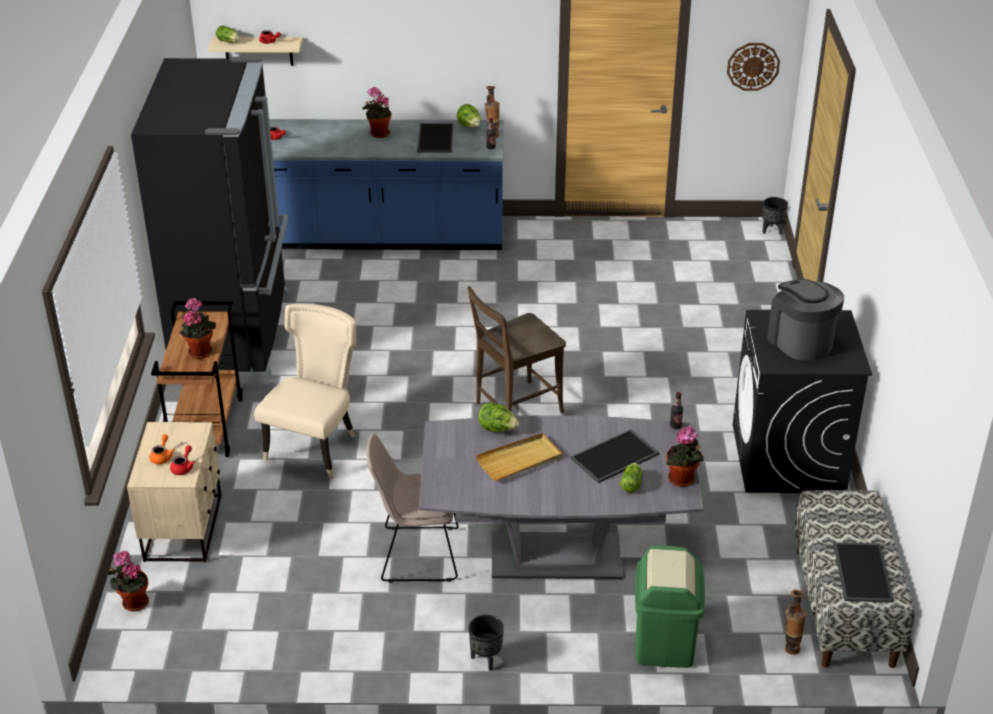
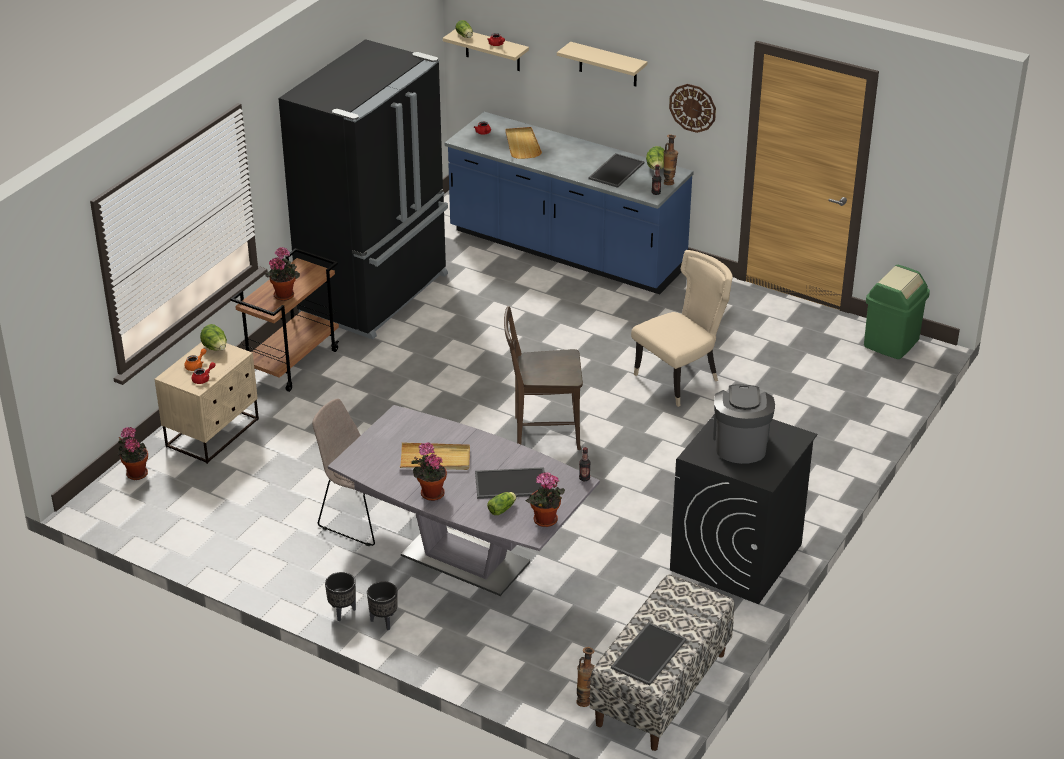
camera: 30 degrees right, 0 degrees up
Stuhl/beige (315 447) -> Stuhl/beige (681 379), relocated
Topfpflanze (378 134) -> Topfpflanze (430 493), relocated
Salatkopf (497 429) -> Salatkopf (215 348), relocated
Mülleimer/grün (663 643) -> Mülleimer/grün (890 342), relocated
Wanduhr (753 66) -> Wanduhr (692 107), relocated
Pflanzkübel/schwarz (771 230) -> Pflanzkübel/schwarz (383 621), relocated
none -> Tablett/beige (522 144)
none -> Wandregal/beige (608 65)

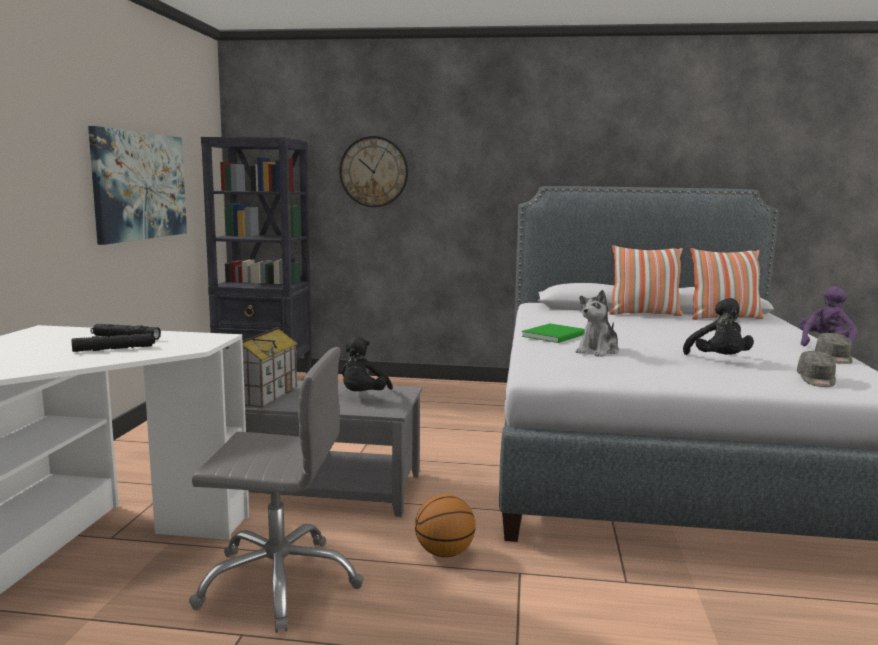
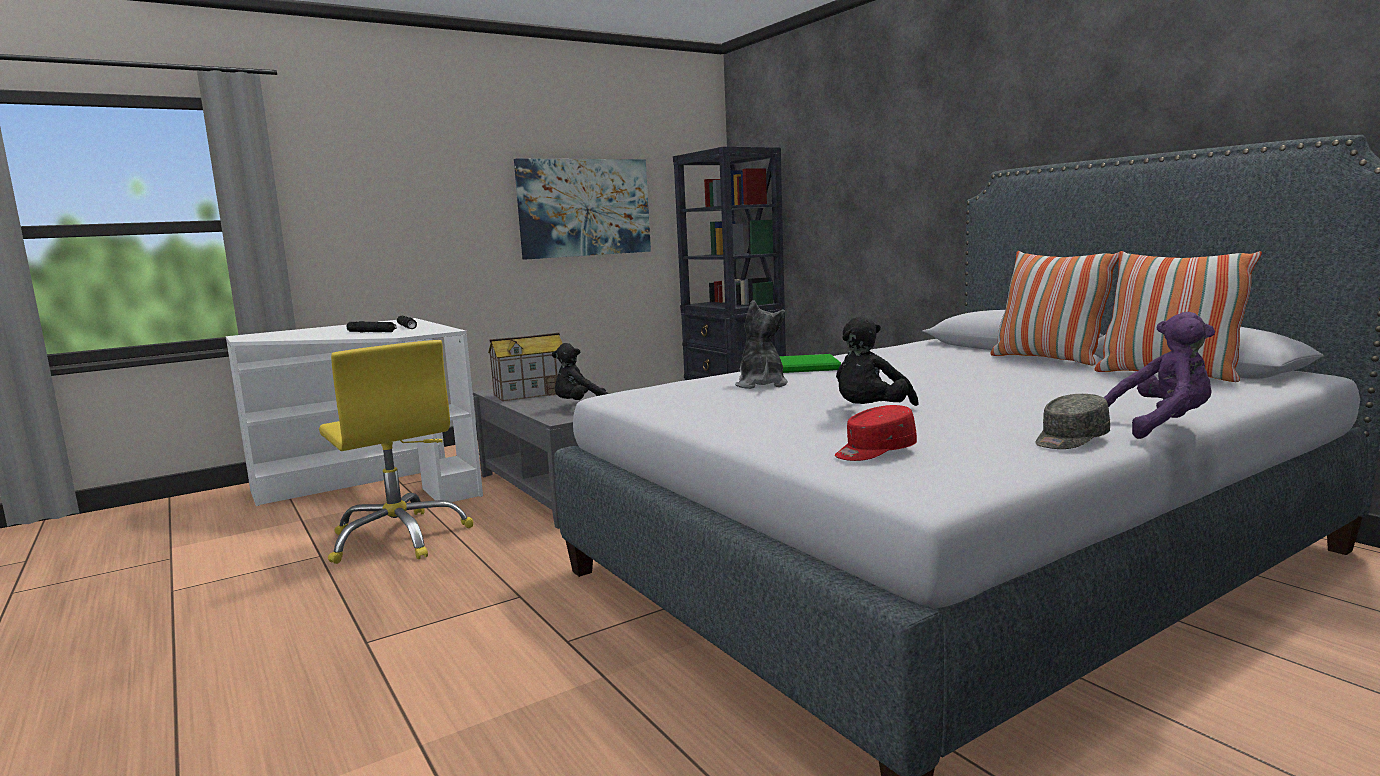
camera: 50 degrees right, 0 degrees up
Bürostuhl/grau (279 582) -> Bürostuhl/gelb (399 538)
Wanduhr (374 171) -> none
Basketball (444 553) -> none
Plüschtier (598 351) -> Plüschtier (761 384), 90 degrees clockwise
Kappe/grau (816 380) -> Kappe/rot (874 452)

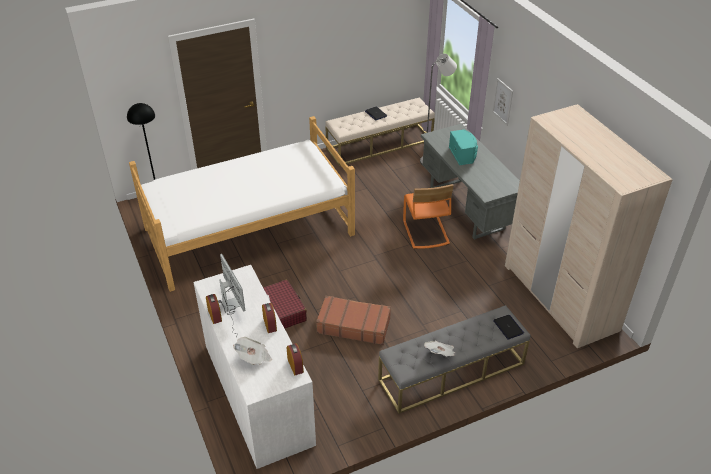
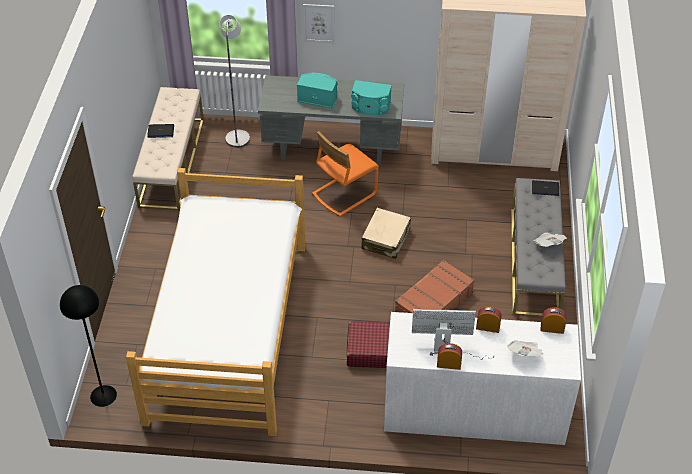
camera: 60 degrees left, 5 degrees up
Stuhl/orange (425 232) -> Stuhl/orange (344 194), 120 degrees clockwise
none -> Lautsprecher/türkis (370 107)
none -> Koffer/beige (386 239)

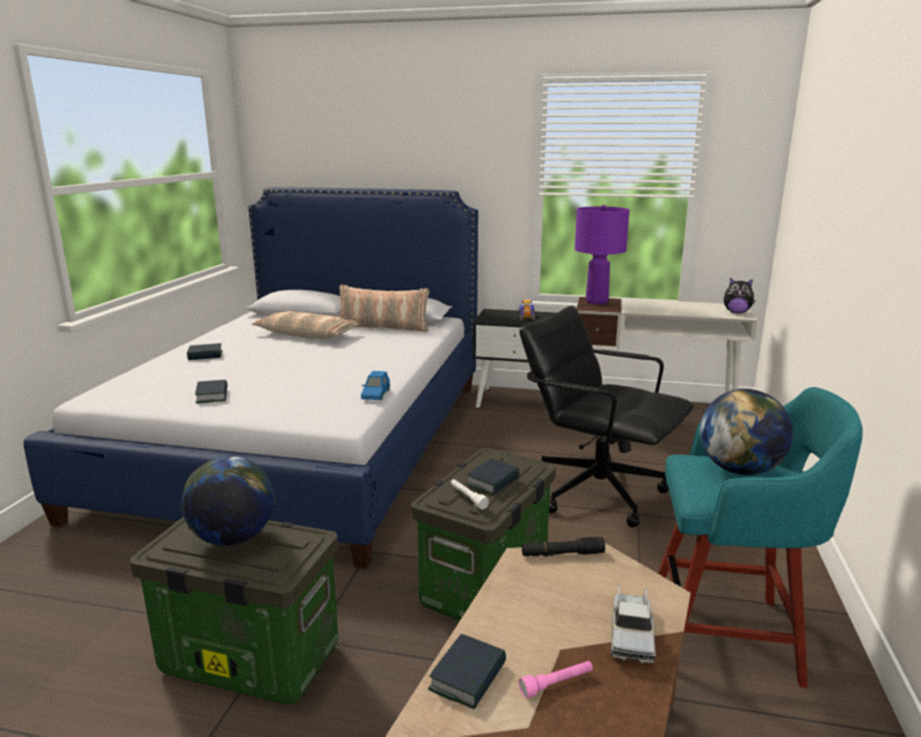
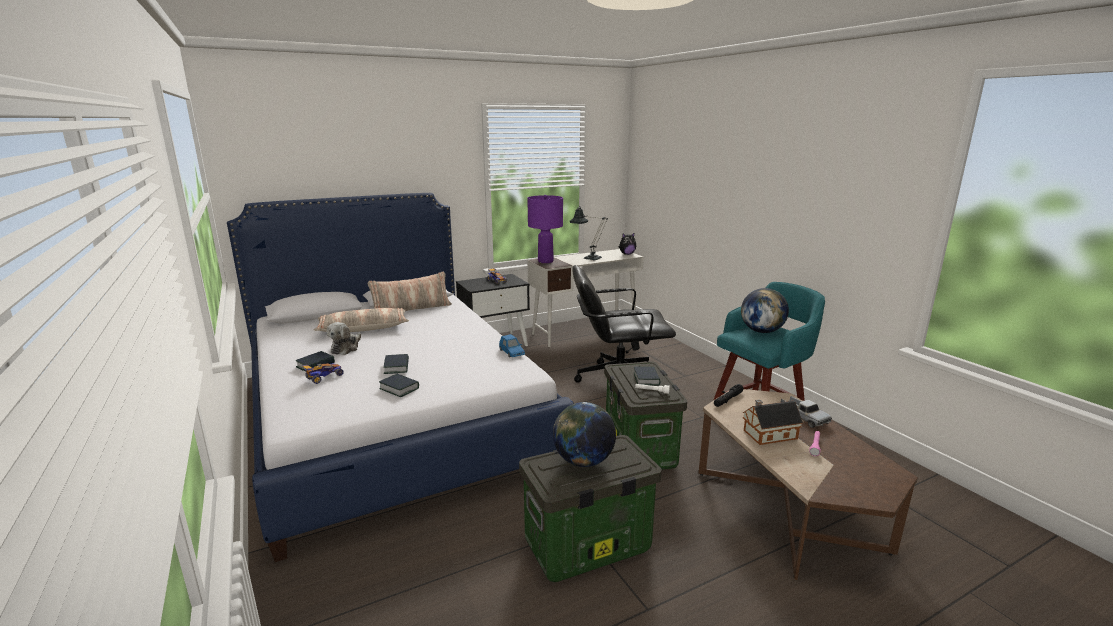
camera: 40 degrees left, 0 degrees up
Buch (468 677) -> Buch (397 367), relocated
none -> Spielzeugauto (324 377)
none -> Plüschtier (346 348)
none -> Tischlampe (589 258)
none -> Spielzeughaus (768 434)

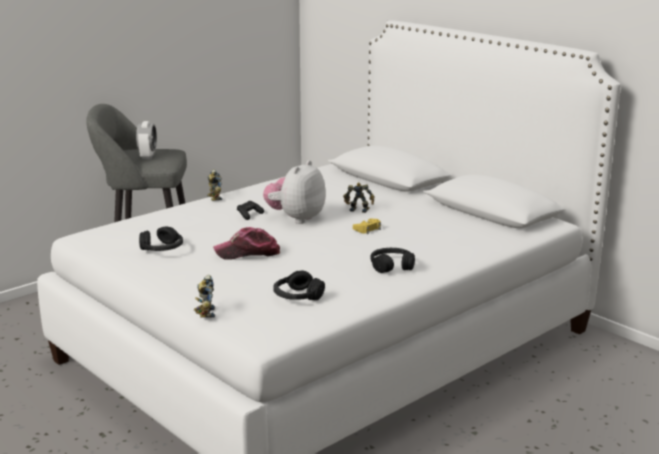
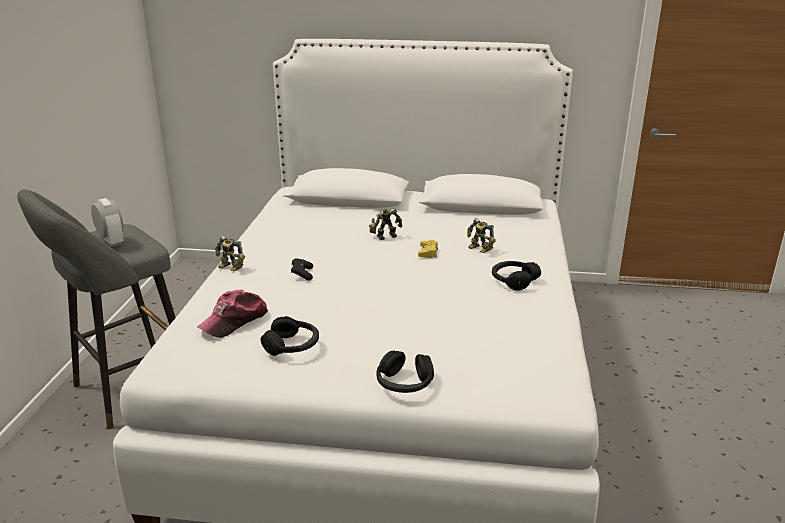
camera: 40 degrees left, 5 degrees up
Spielzeugroboter (205 313) -> Spielzeugroboter (478 249), relocated
Kappe (248 253) -> Kappe (234 321), relocated
Plüschtier (296 218) -> none
Kopfhörer/schwarz (297 296) -> Kopfhörer/schwarz (404 383), relocated

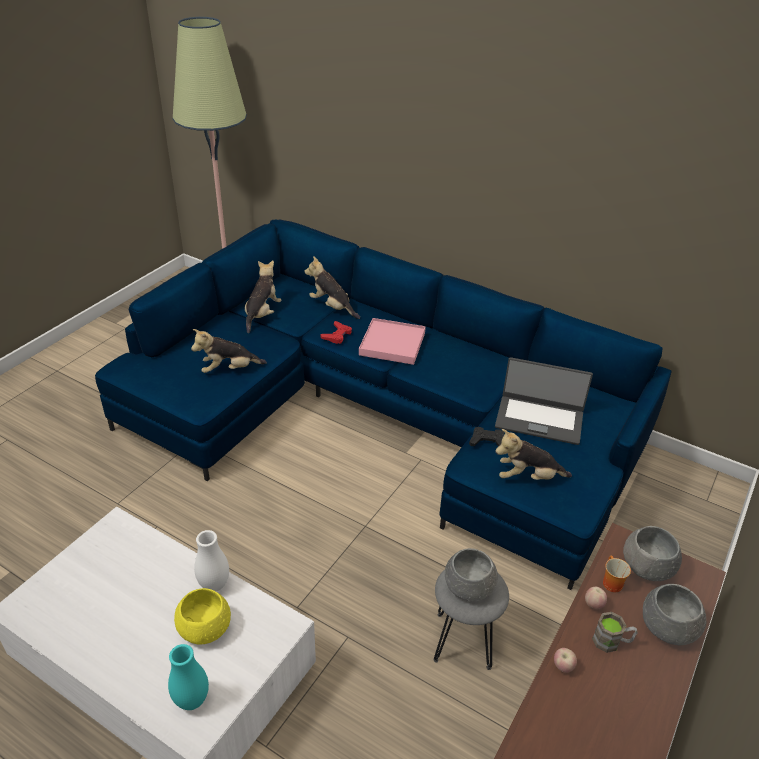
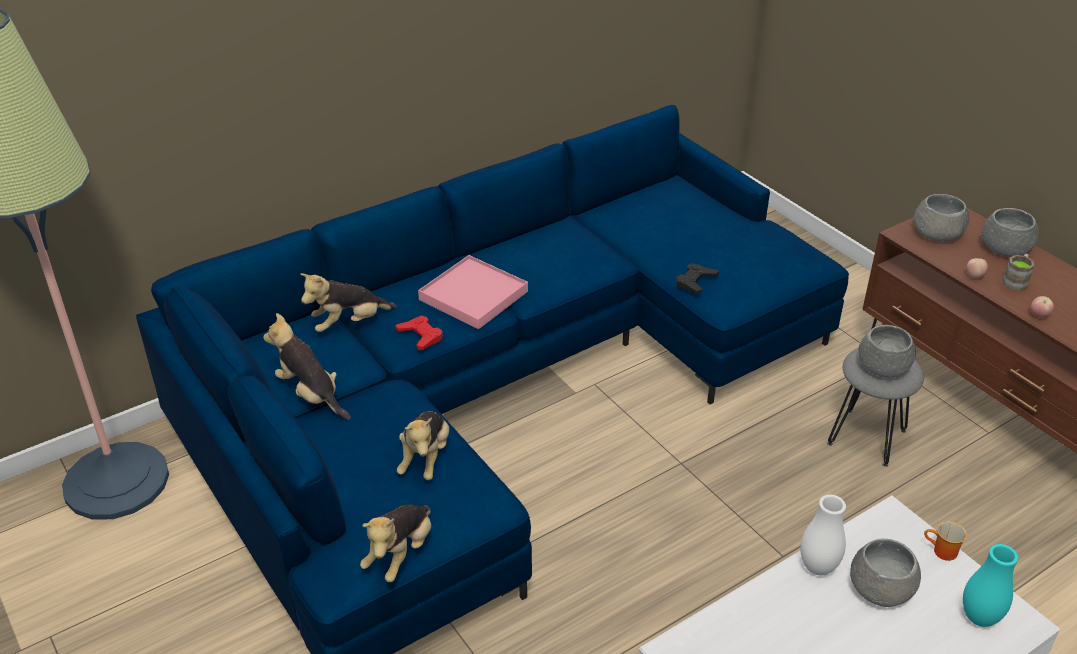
camera: 65 degrees left, 0 degrees up
Schüssel/gelb (204 627) -> Schüssel/grau (880 588)
Laptop (539 419) -> none
Plüschtier (528 477) -> Plüschtier (400 554), relocated
Henkelbecher (610 582) -> Henkelbecher (942 552), relocated

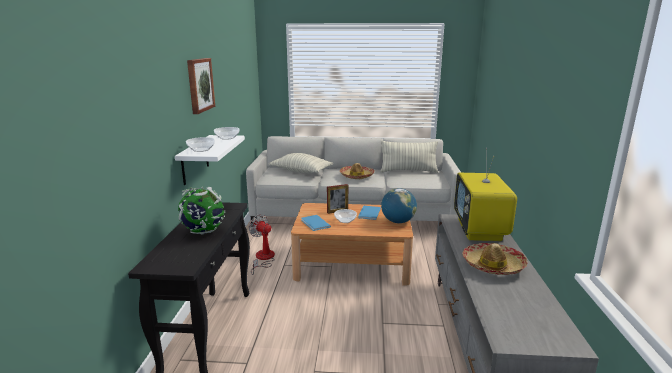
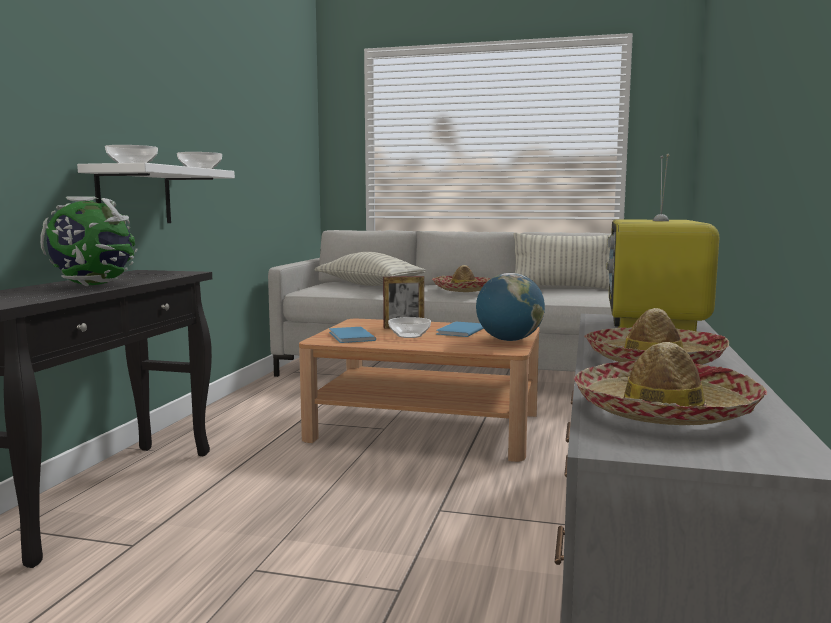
camera: 10 degrees right, 10 degrees down
Bild (199 85) -> none
Ventilator (263 259) -> none
none -> Hut (664 411)

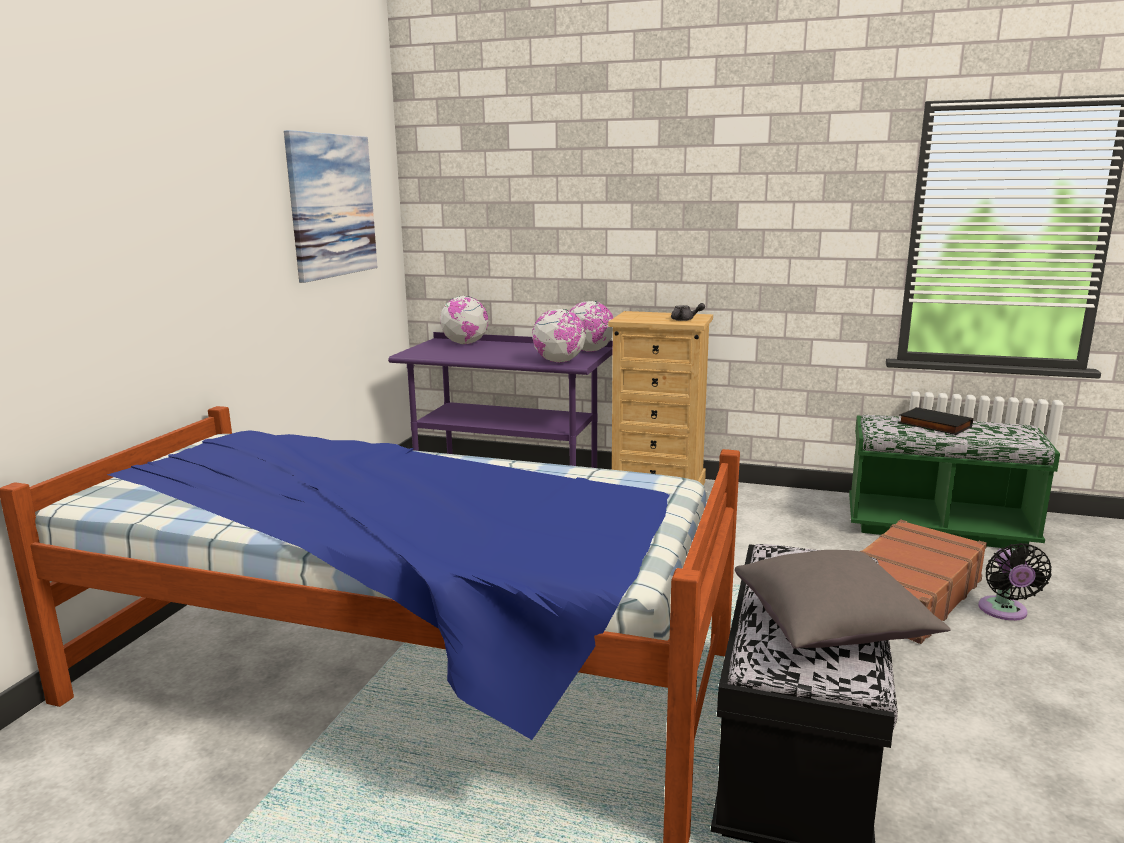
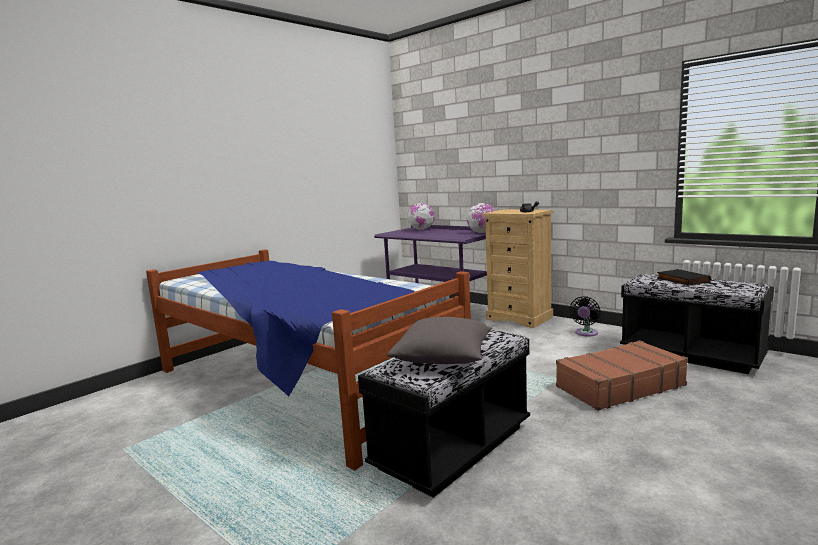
camera: 25 degrees right, 5 degrees down
Bild (332 206) -> none
Globus (559 362) -> none
Bank/grün (937 527) -> Bank/schwarz (691 354)
Ventilator/schwarz (1004 612) -> Ventilator/schwarz (585 333), relocated

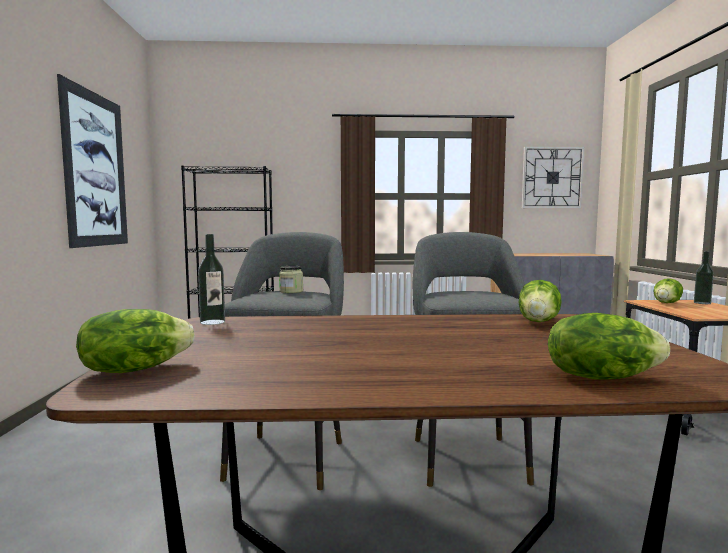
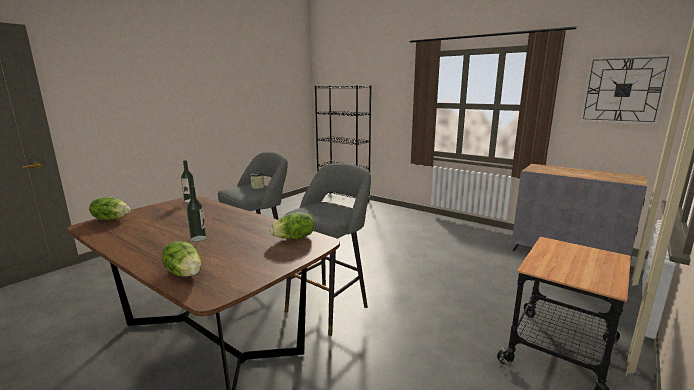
camera: 40 degrees right, 10 degrees up
Bild (96 170) -> none
Salatkopf (667 303) -> none
Flasche (702 303) -> Flasche (198 238), relocated

